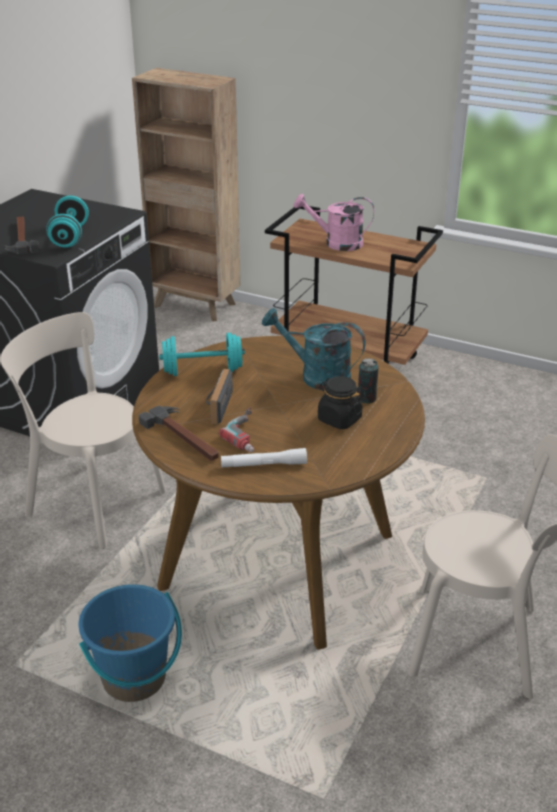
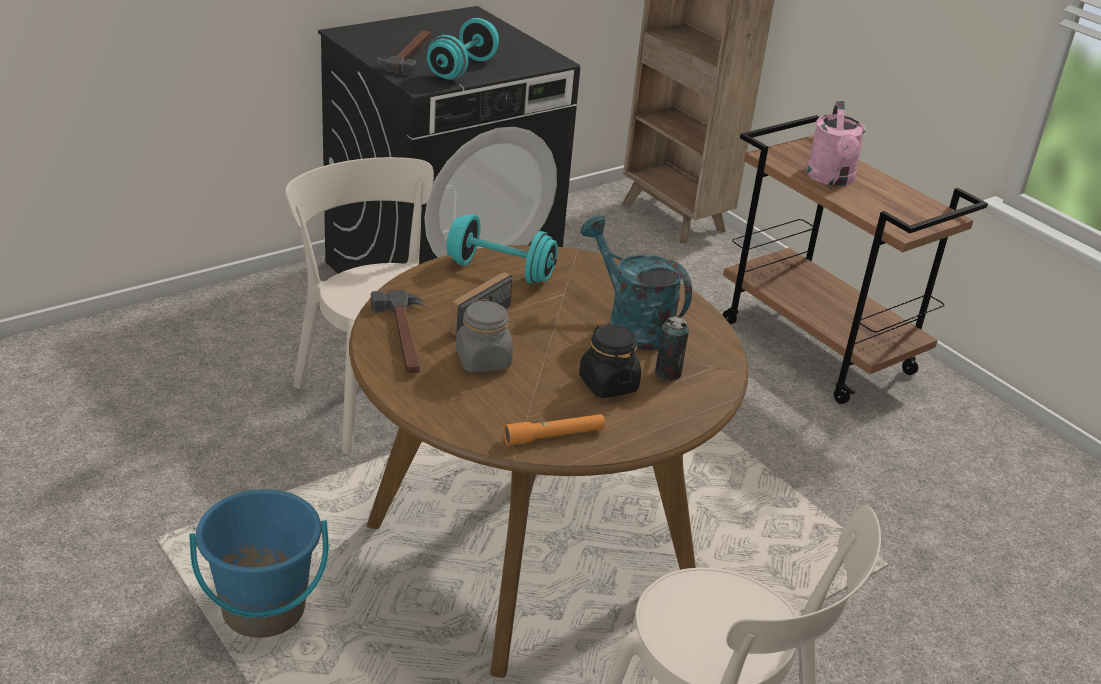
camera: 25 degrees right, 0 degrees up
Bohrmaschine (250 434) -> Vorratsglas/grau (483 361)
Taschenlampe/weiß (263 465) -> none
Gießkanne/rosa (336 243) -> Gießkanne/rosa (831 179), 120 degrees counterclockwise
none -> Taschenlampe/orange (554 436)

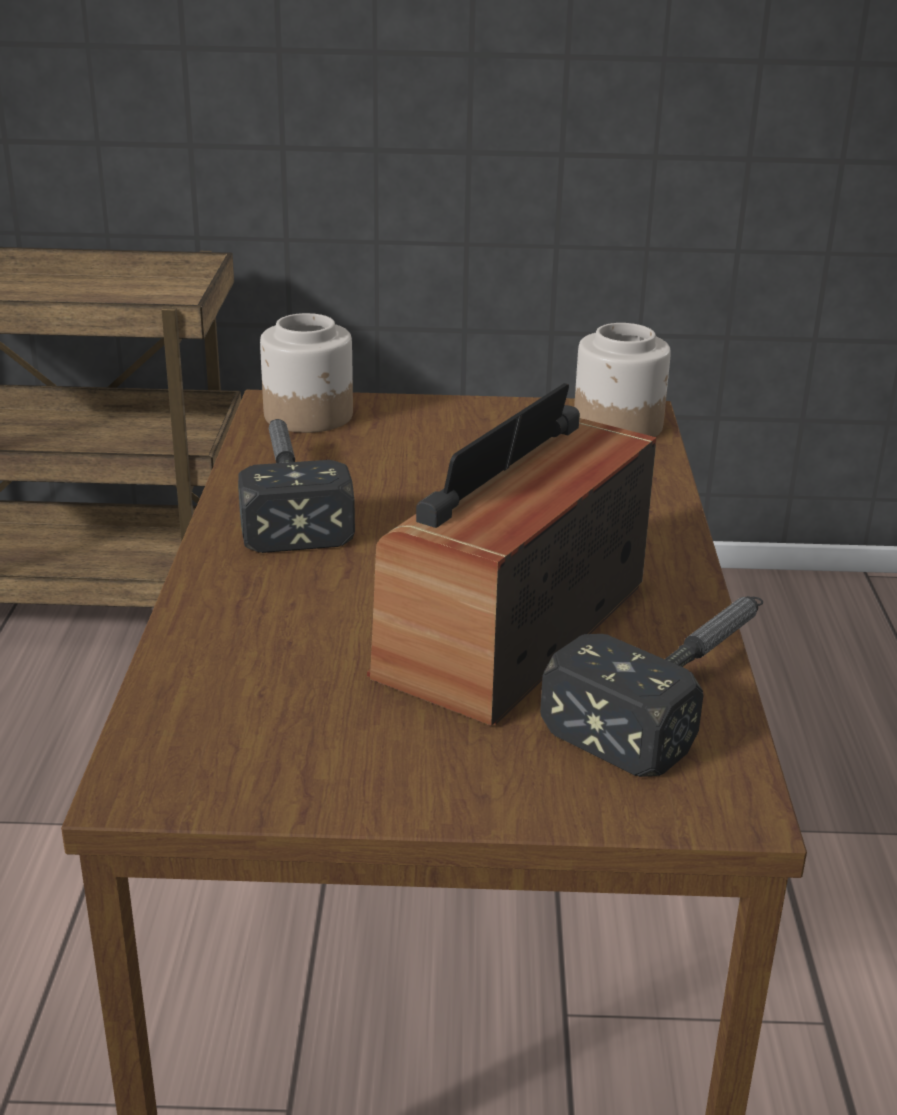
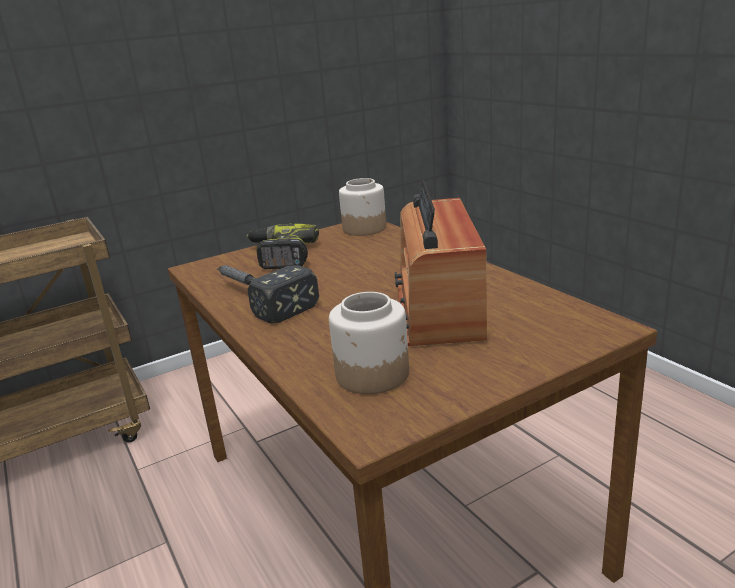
camera: 30 degrees left, 5 degrees down
Vorratsglas (309 416) -> Vorratsglas (373 374), relocated
Hammer (679 689) -> none
none -> Bohrmaschine (280 256)

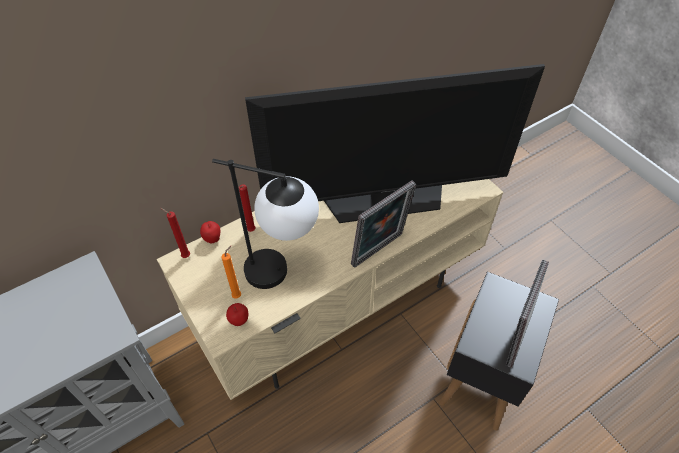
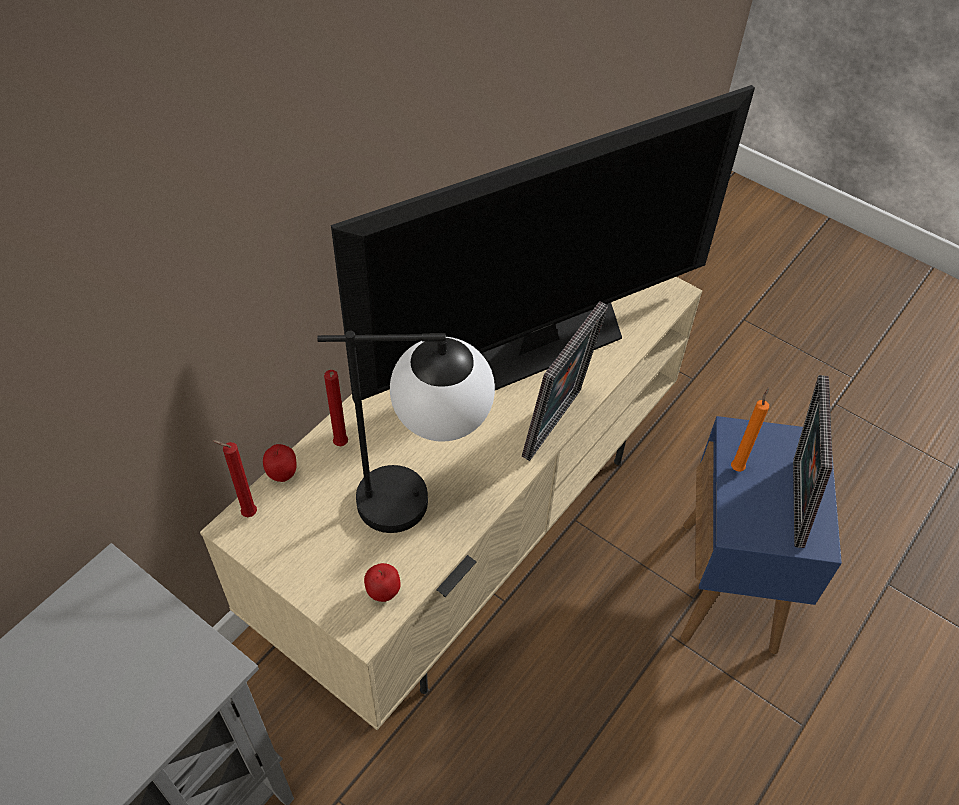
camera: 20 degrees left, 0 degrees up
Kerze/orange (238 295) -> Kerze/orange (737 467), relocated
Beistelltisch/schwarz (480 380) -> Beistelltisch/blau (728 587)

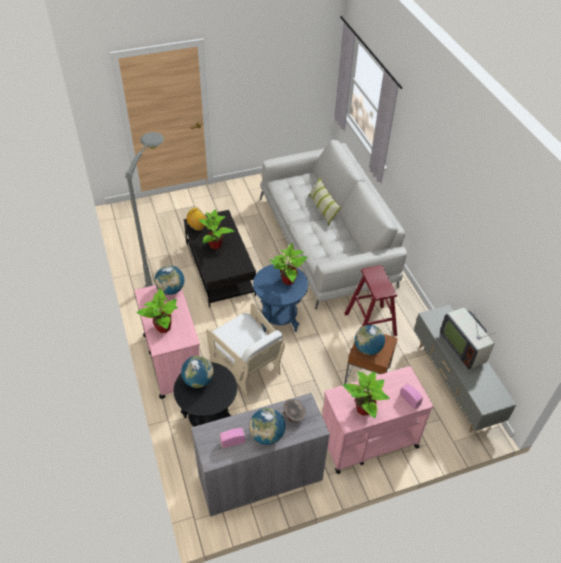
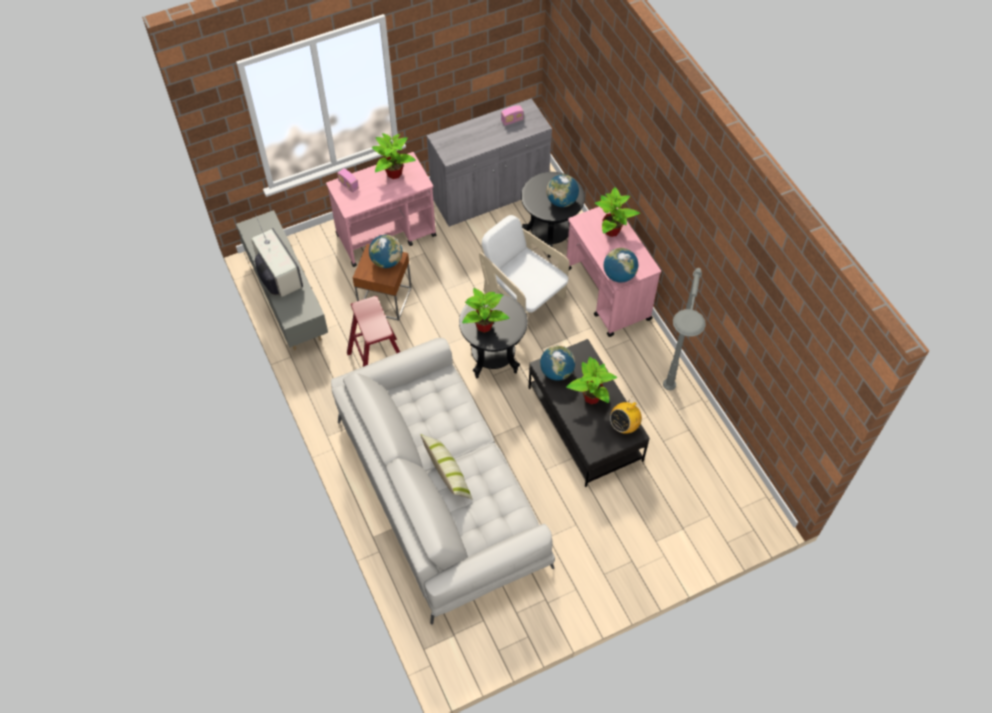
camera: 175 degrees right, 10 degrees up
Globus (267 435) -> Globus (556 372), relocated
Beistelltisch/blau (279 319) -> Beistelltisch/schwarz (493 358)
Schüssel/grau (294 416) -> none

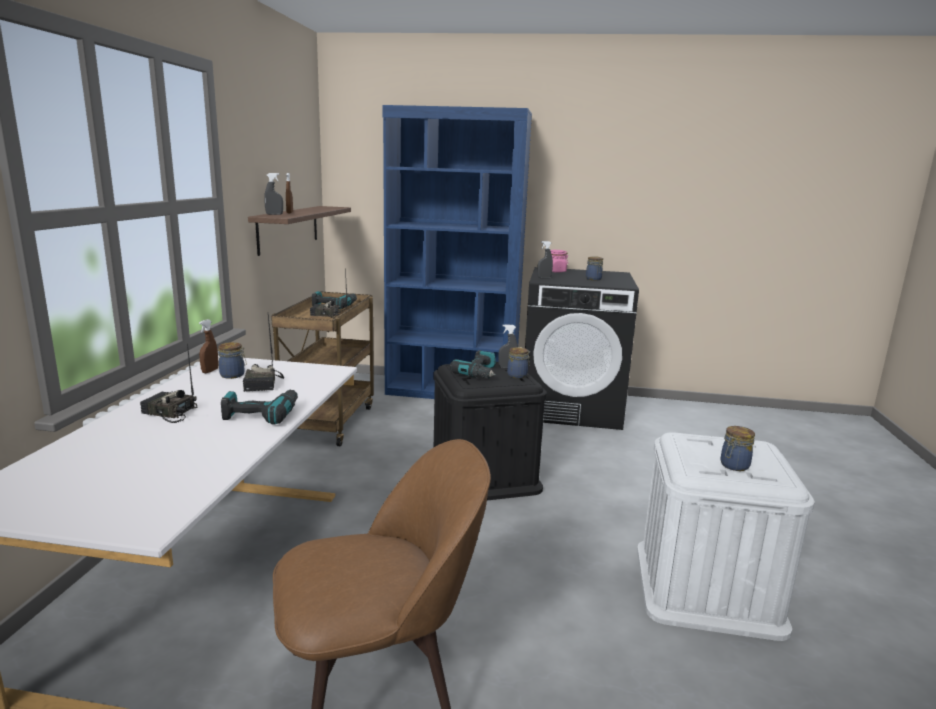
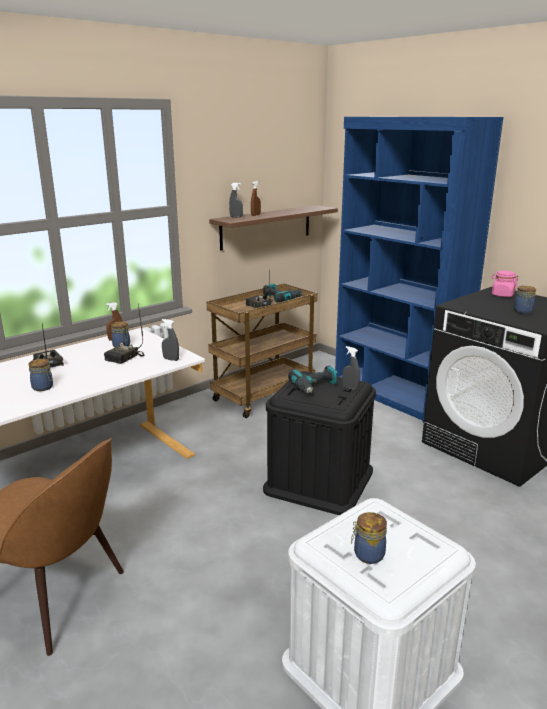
camera: 40 degrees right, 5 degrees up
Bohrmaschine (261 414) -> none
Vorratsglas (518 375) -> Vorratsglas (43 387), relocated
Sprühflasche/grau (544 278) -> Sprühflasche/grau (171 359), relocated

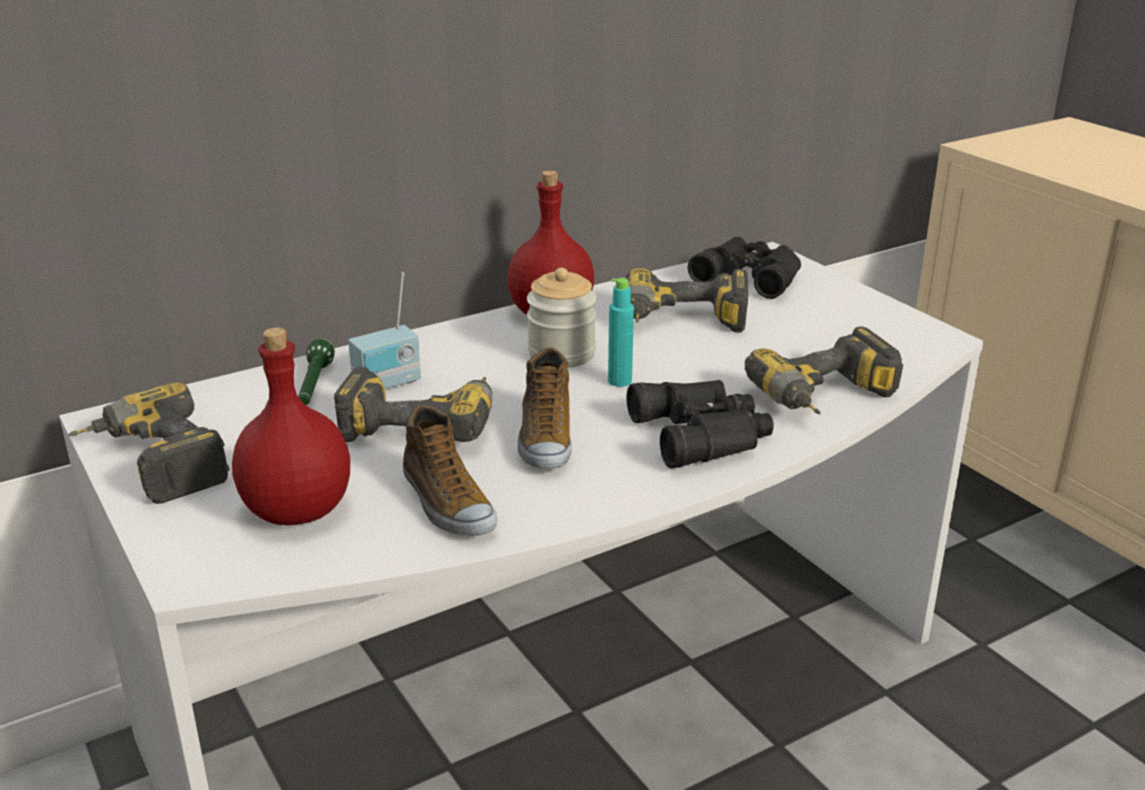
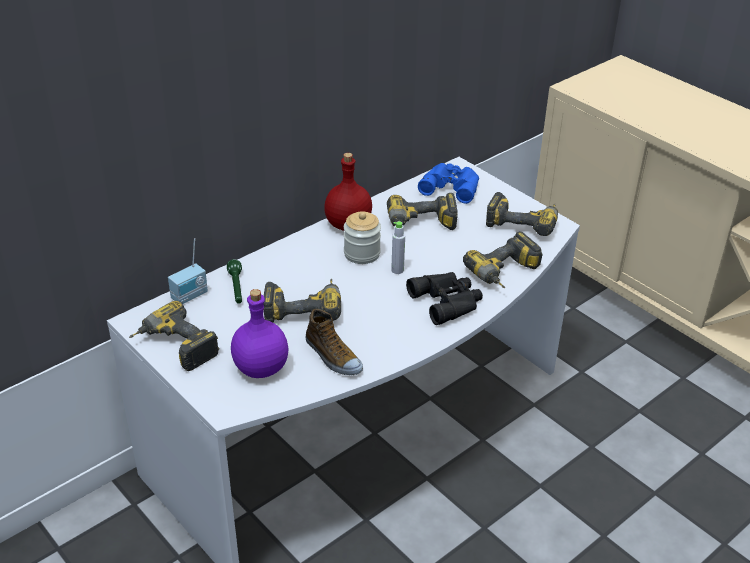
camera: 10 degrees left, 10 degrees up
Flasche/rot (297 512) -> Flasche/lila (261 369)
Radio (388 384) -> Radio (190 296), relocated
Schuh (544 439) -> none
Flasche/türkis (619 381) -> Flasche/grau (397 270)
Fernglas/schwarz (750 276) -> Fernglas/blau (451 186)
none -> Bohrmaschine (523 222)

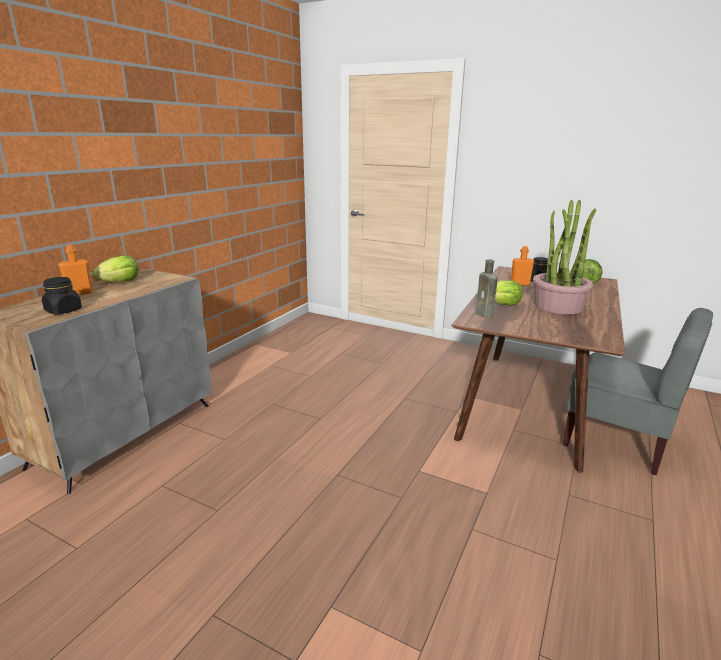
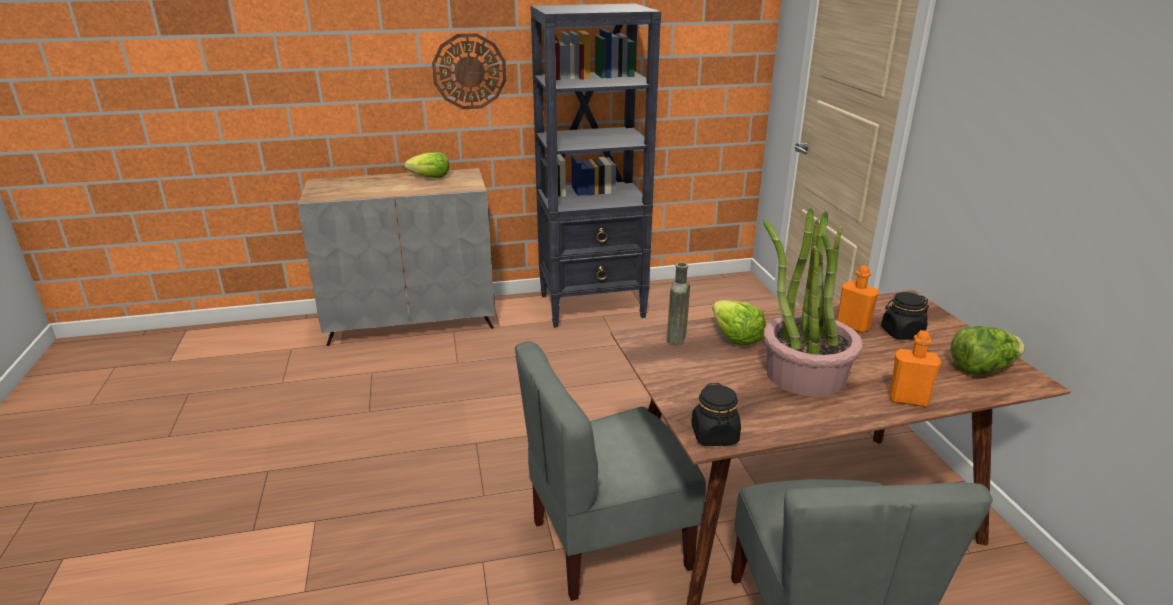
camera: 50 degrees right, 5 degrees up
Vorratsglas/schwarz (63 311) -> Vorratsglas/schwarz (714 435), relocated
Flasche/orange (79 293) -> Flasche/orange (908 399), relocated
none -> Wanduhr (469 71)
none -> Stuhl/grau (608 543)
none -> Bücherregal/schwarz (593 306)

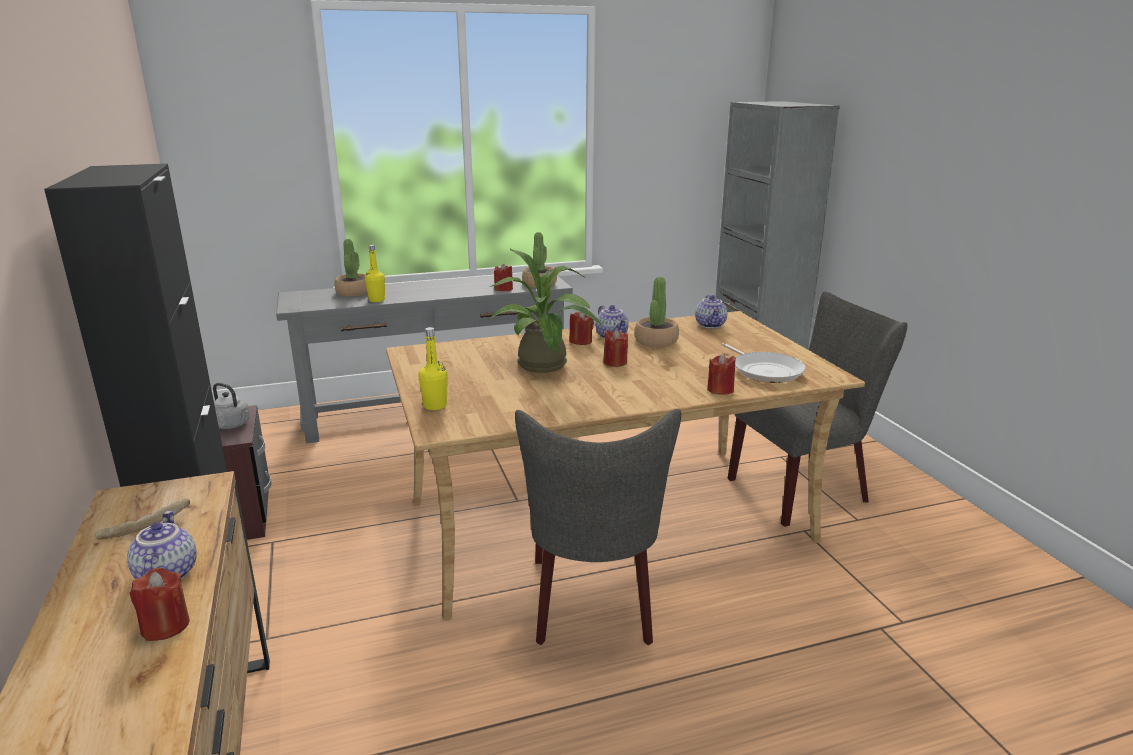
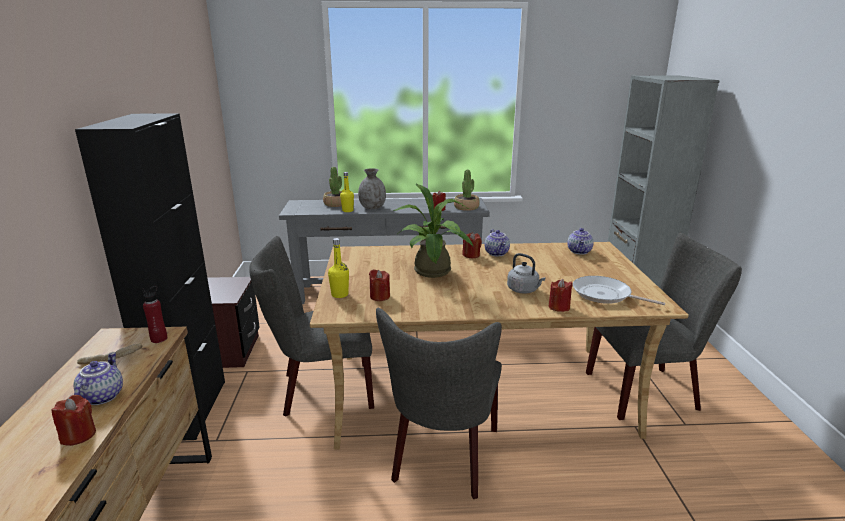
camera: 15 degrees right, 0 degrees up
Wasserkessel/grau (233 425) -> Wasserkessel/grau (524 290), relocated
Kerze/rot (615 362) -> Kerze/rot (380 296), relocated
Topfpflanze (656 341) -> none
Pfanne (765 371) -> Pfanne (604 295), 135 degrees clockwise
none -> Flasche/rot (159 339)
none -> Stuhl/grau (321 390)
none -> Vase/grau (372 208)

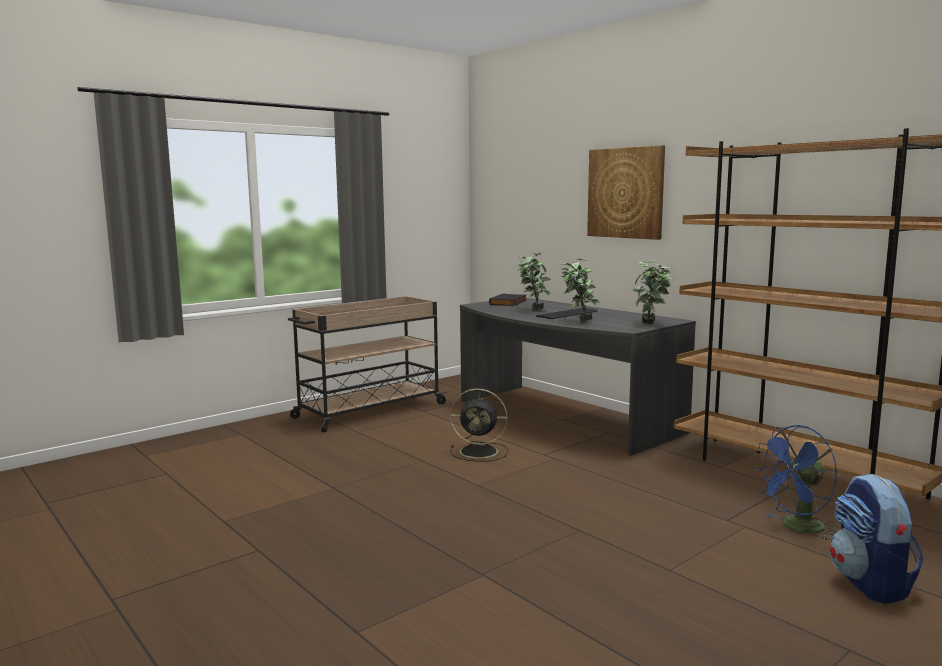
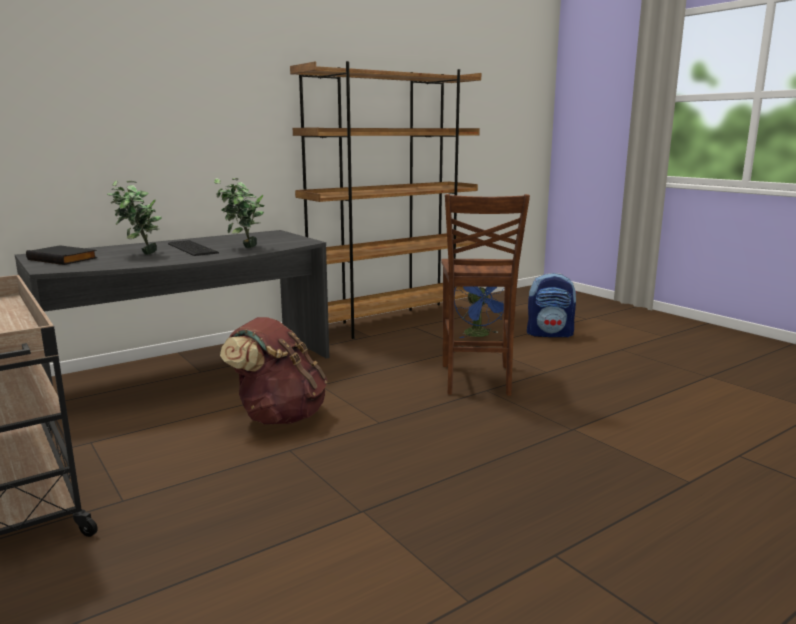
camera: 85 degrees left, 5 degrees up
Ventilator/schwarz (480 452) -> Rucksack/braun (279 417)
Bild (625 193) -> none
Topfpflanze (651 324) -> none
none -> Stuhl/braun (476 380)

